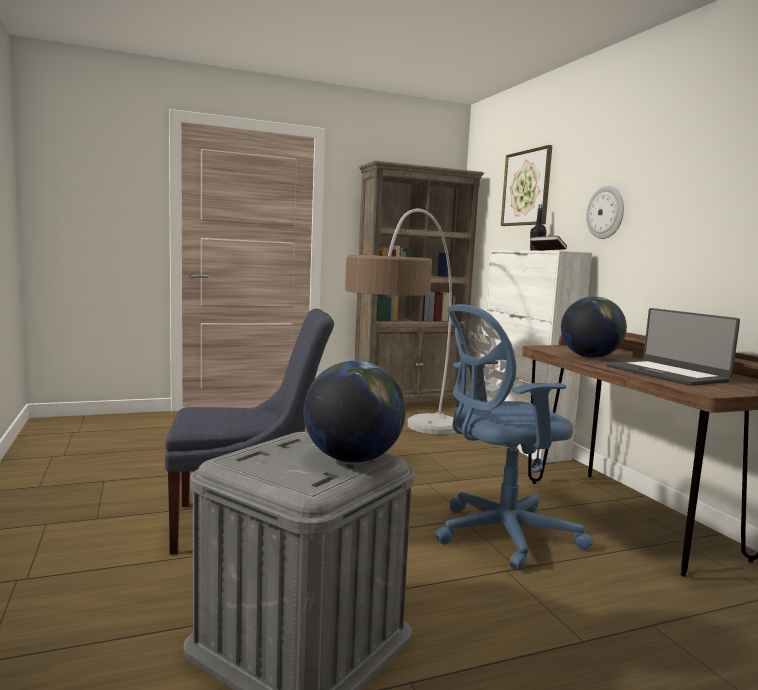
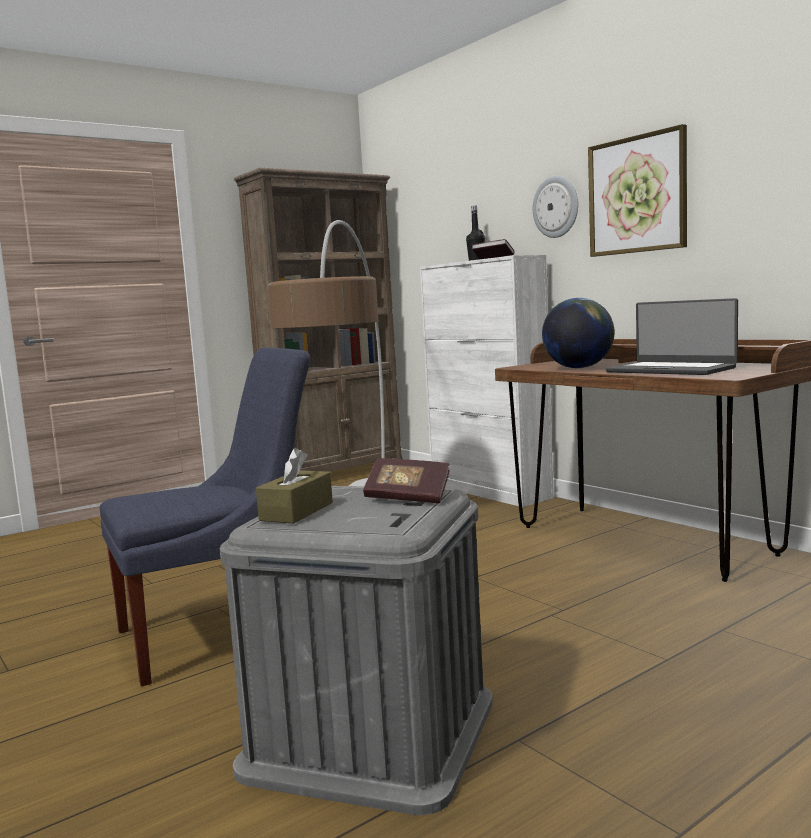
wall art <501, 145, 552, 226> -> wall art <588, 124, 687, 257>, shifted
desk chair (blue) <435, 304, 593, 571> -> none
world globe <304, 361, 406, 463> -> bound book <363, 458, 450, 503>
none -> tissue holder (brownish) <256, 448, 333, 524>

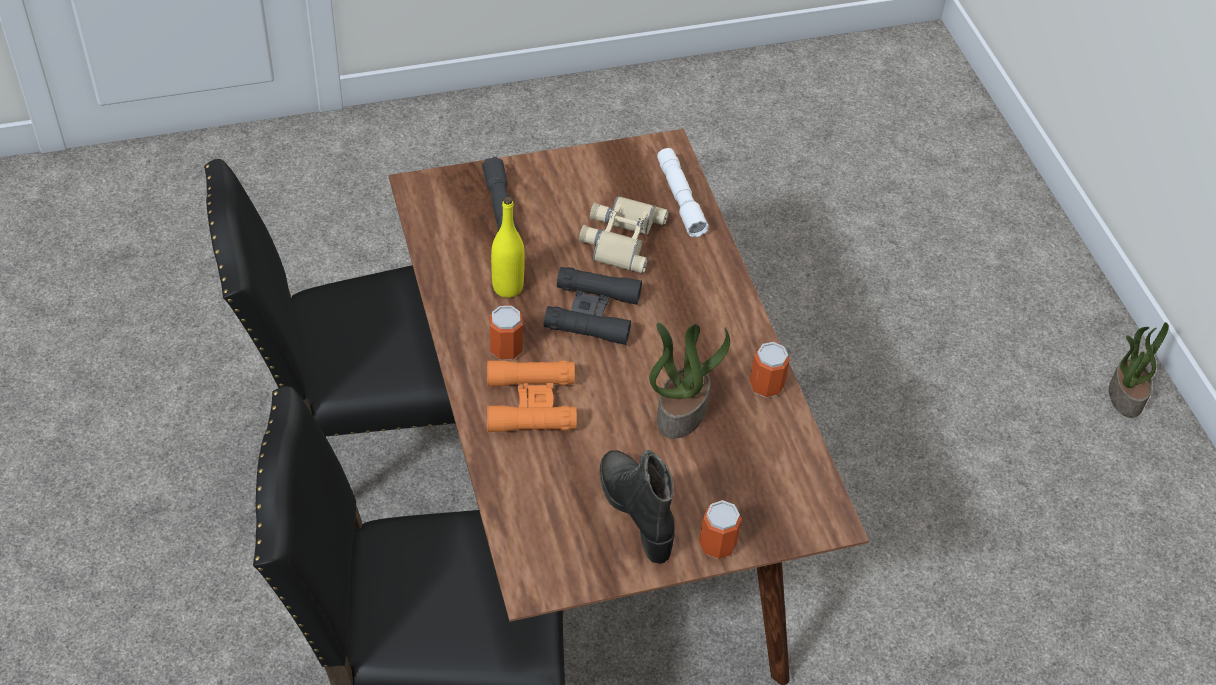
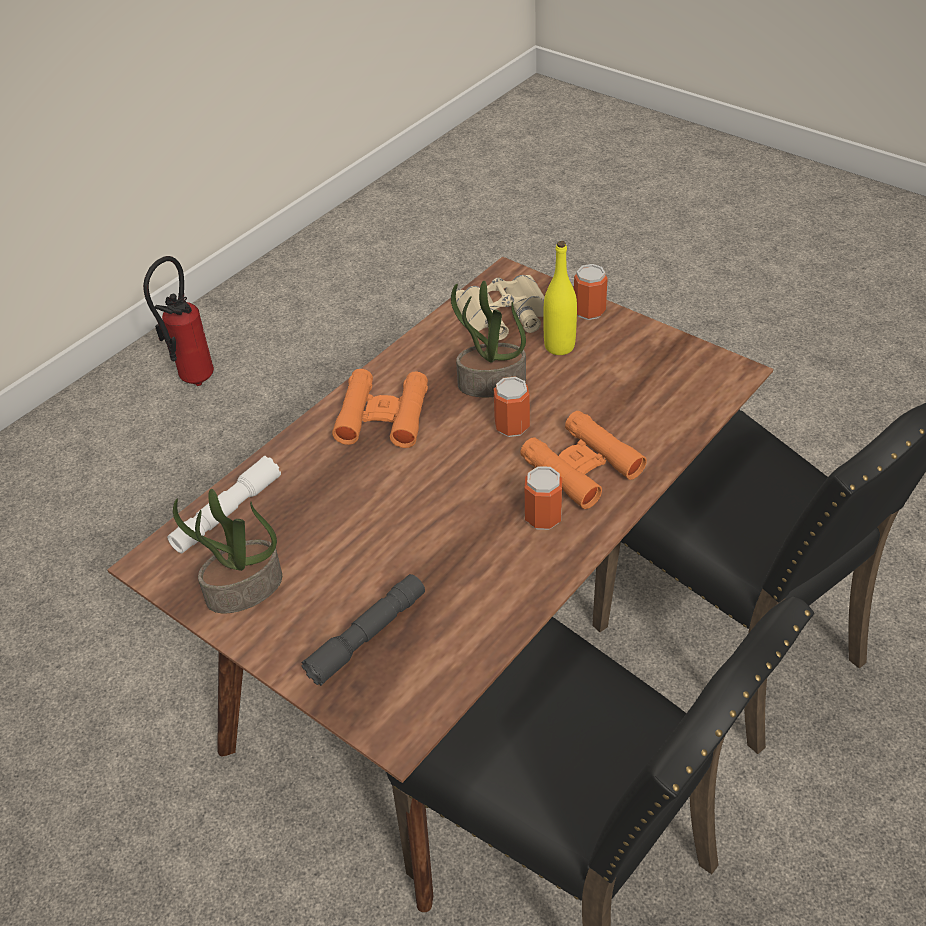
field glasses (sand-coloured) <579, 196, 668, 274> -> field glasses (sand-coloured) <456, 275, 545, 340>, shifted
beverage bottle (yellow-coloured) <491, 197, 525, 298> -> beverage bottle (yellow-coloured) <543, 241, 577, 355>, shifted
field glasses (black) <544, 267, 642, 345> -> none
houseplant <1109, 322, 1169, 418> -> houseplant <173, 489, 282, 613>, shifted
can <750, 342, 790, 398> -> can <494, 377, 530, 437>, shifted
boot (black) <600, 450, 675, 564> -> none
none -> fire-fighting cylinder <143, 256, 214, 386>
none -> field glasses (orange) <332, 369, 428, 448>

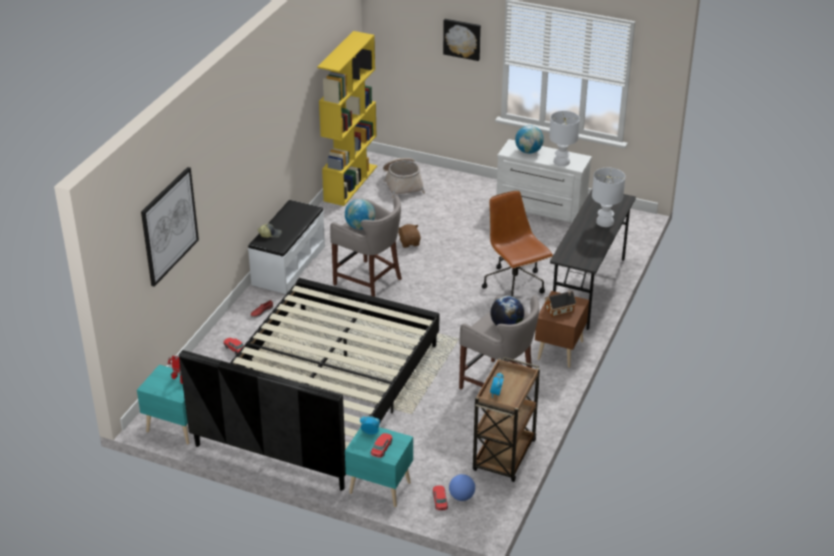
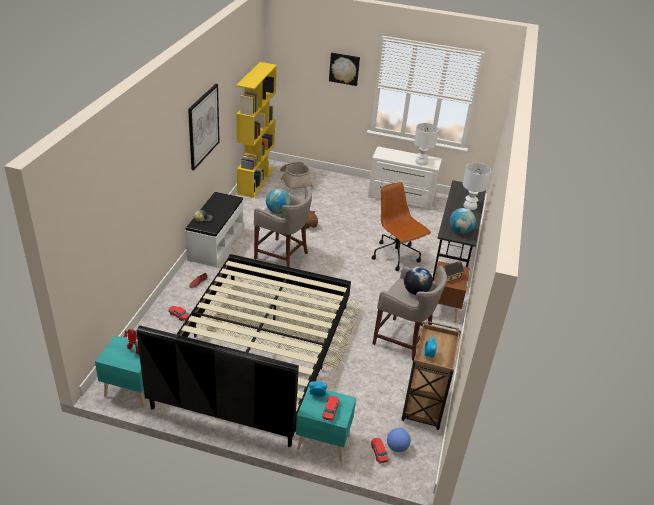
world globe <515, 125, 544, 154> -> world globe <450, 208, 476, 234>, shifted
wall art <141, 167, 199, 287> -> wall art <188, 84, 220, 170>, shifted

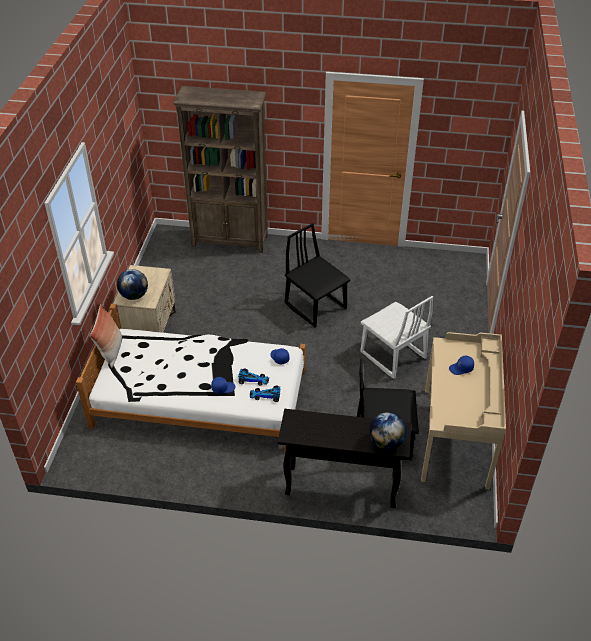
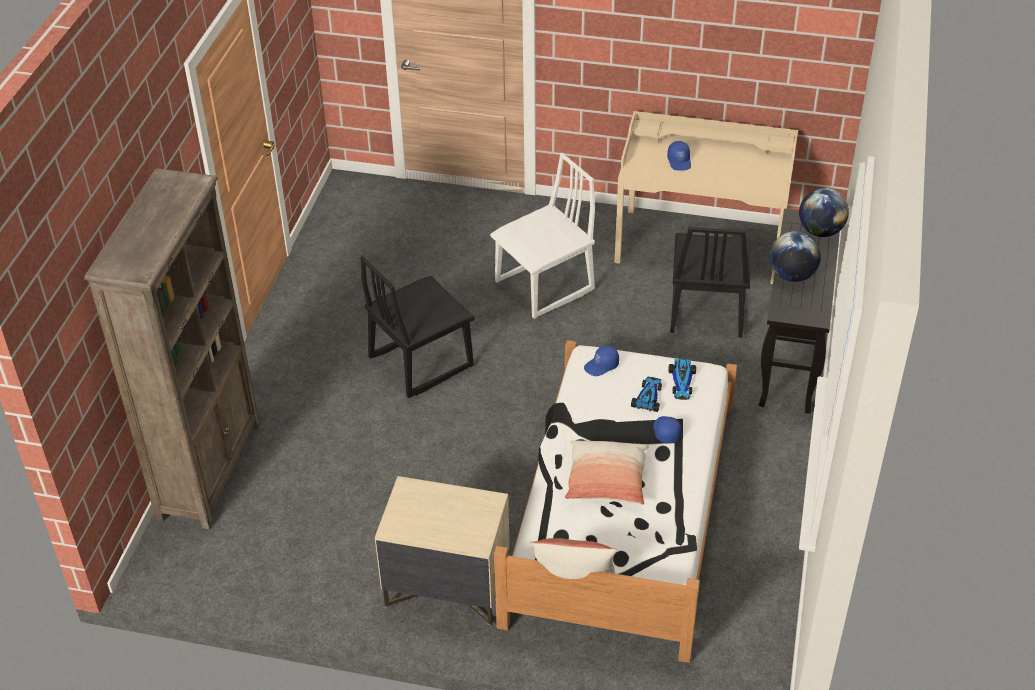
world globe <117, 269, 148, 300> -> world globe <770, 231, 821, 282>, shifted
none -> cushion <565, 440, 649, 505>

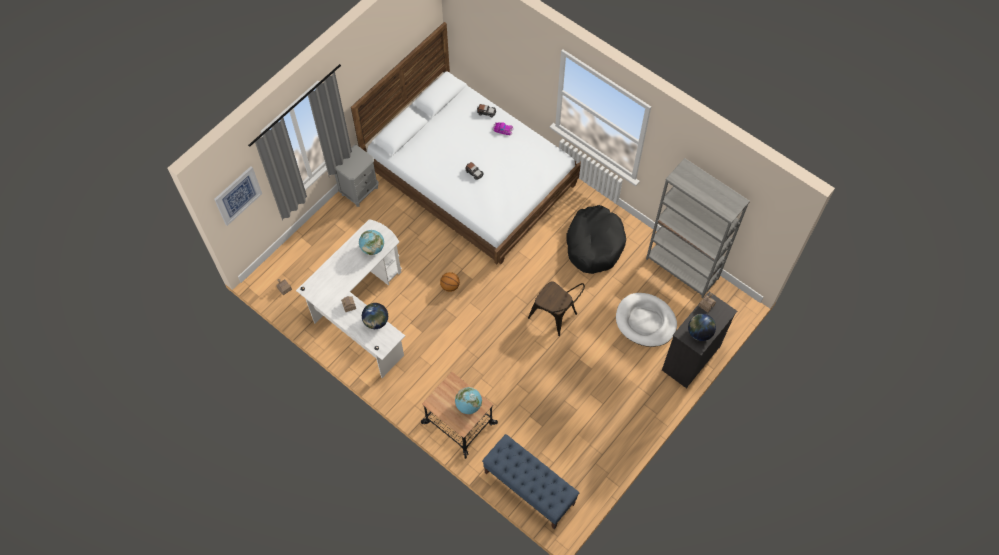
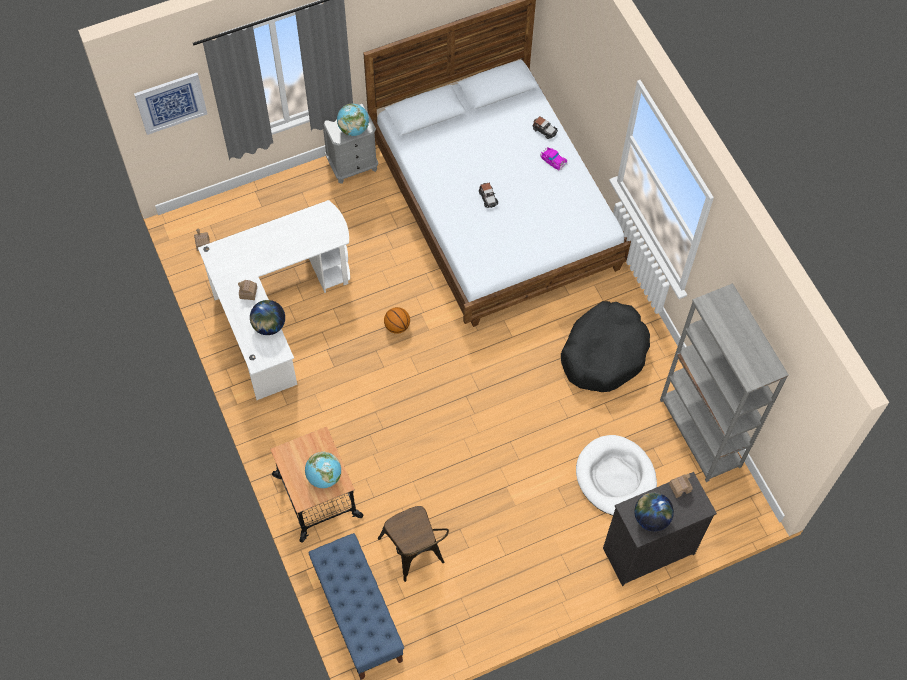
world globe <359, 230, 384, 255> -> world globe <337, 104, 369, 136>, shifted
upright chair (brownish) <528, 281, 585, 336> -> upright chair (brownish) <378, 506, 449, 582>, shifted

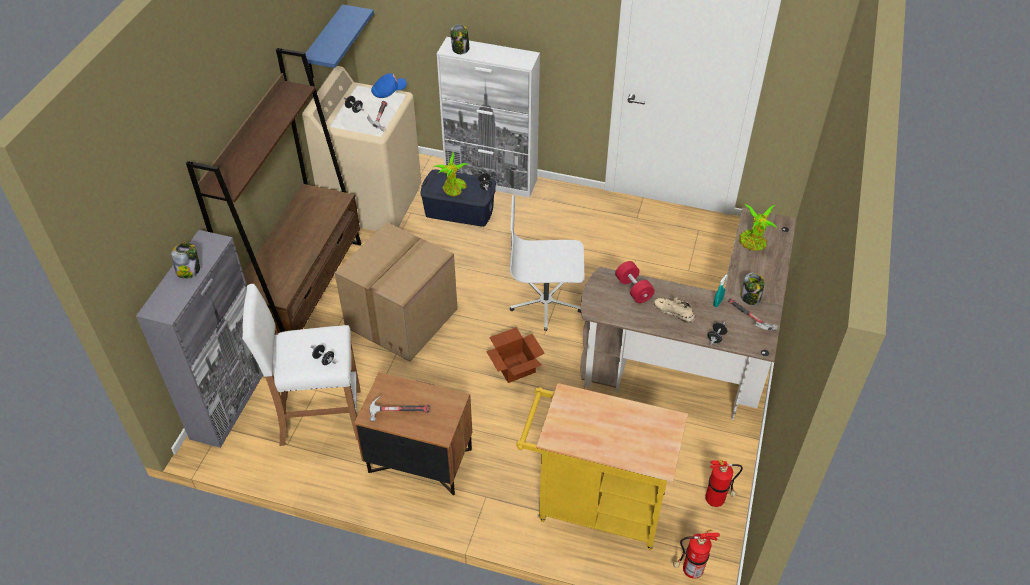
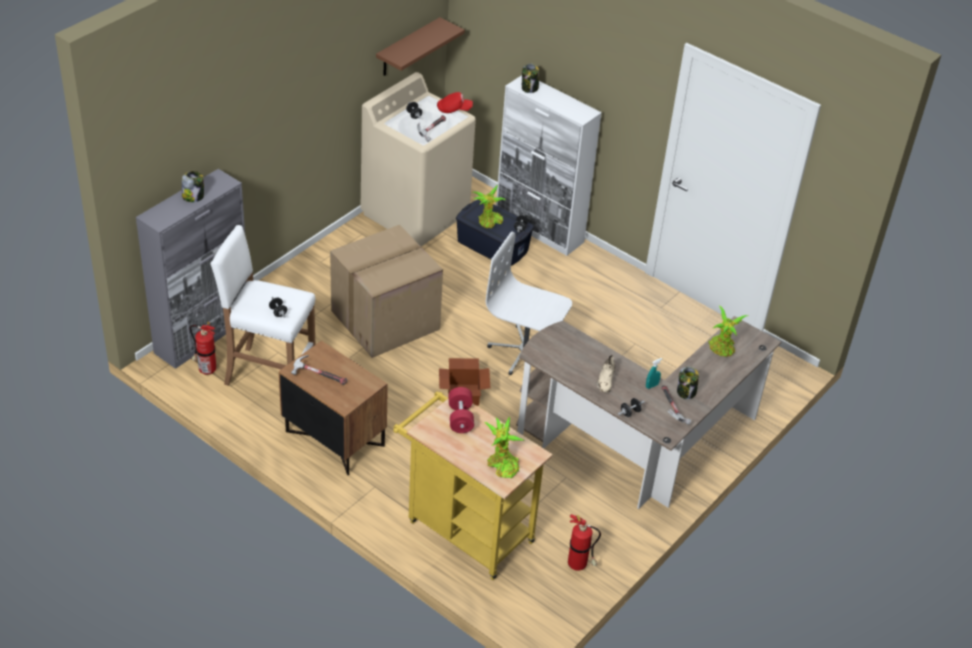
wall shelf (blue) <302, 4, 374, 78> -> wall shelf (brownish) <376, 17, 465, 76>
bookcase (brownish) <186, 48, 361, 333> -> none
cap (blue) <371, 73, 407, 98> -> cap (reddish) <437, 92, 473, 113>
dumbbell (reddish) <615, 261, 655, 303> -> dumbbell (reddish) <448, 387, 474, 433>, shifted
shoe (sand-coloured) <654, 297, 695, 323> -> shoe (sand-coloured) <597, 355, 615, 393>, 135 degrees counterclockwise
fire-fighting cylinder <673, 530, 720, 579> -> fire-fighting cylinder <190, 322, 216, 375>, shifted
none -> houseplant <484, 416, 524, 478>

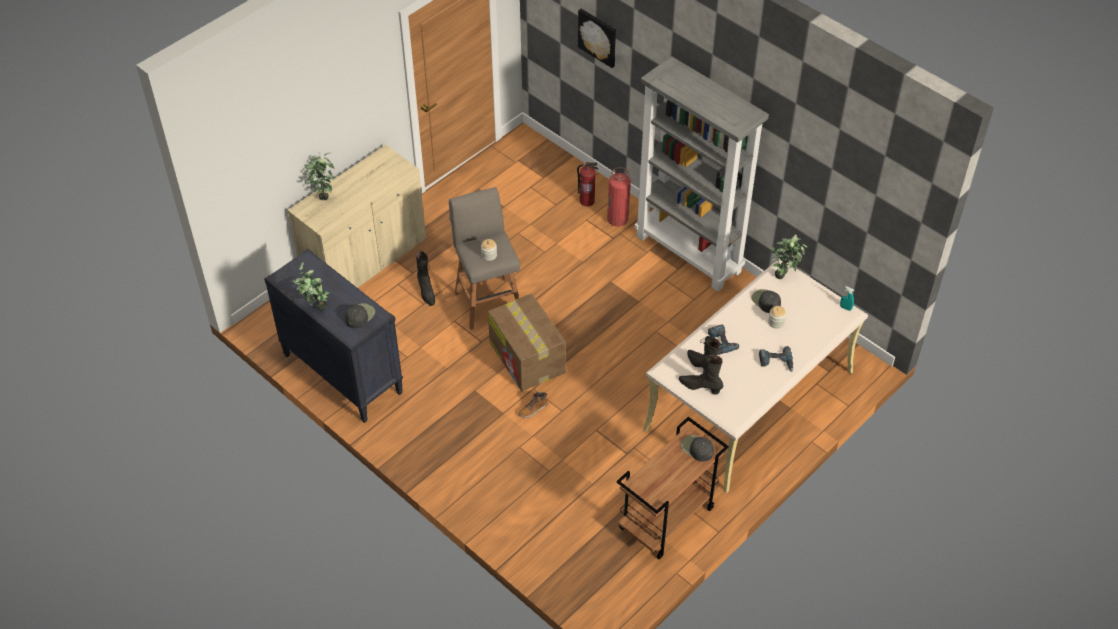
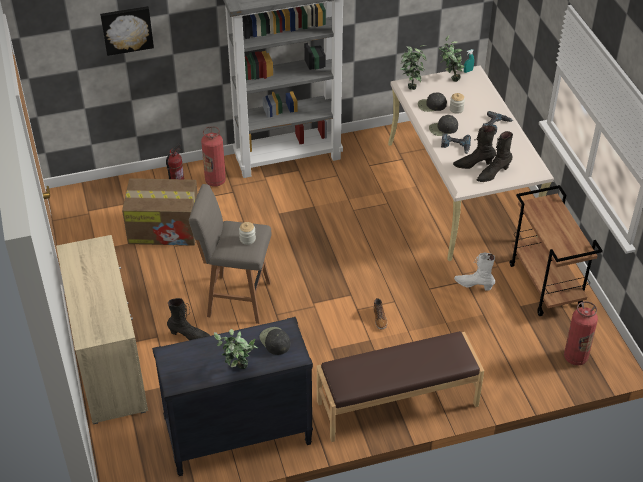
houseplant <306, 153, 334, 200> -> houseplant <439, 35, 465, 82>, shifted
packing box <488, 293, 566, 391> -> packing box <122, 178, 198, 246>, shifted
cap (black) <681, 435, 714, 462> -> cap (black) <429, 115, 458, 136>, shifted
none -> boot (white-coloured) <454, 253, 495, 291>
none -> fire-fighting cylinder <564, 301, 598, 366>
none -> long seat (brownish) <317, 331, 484, 442>

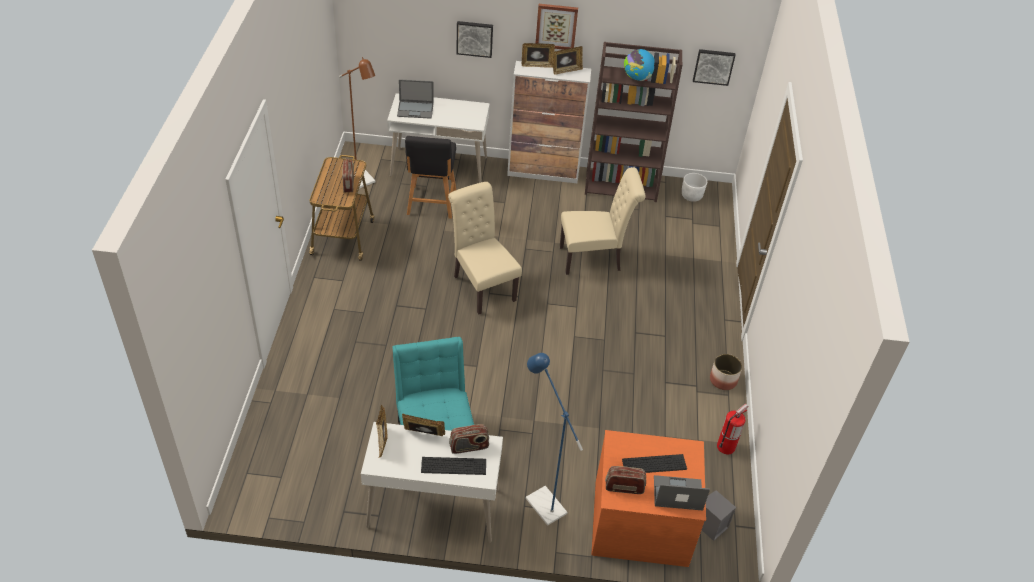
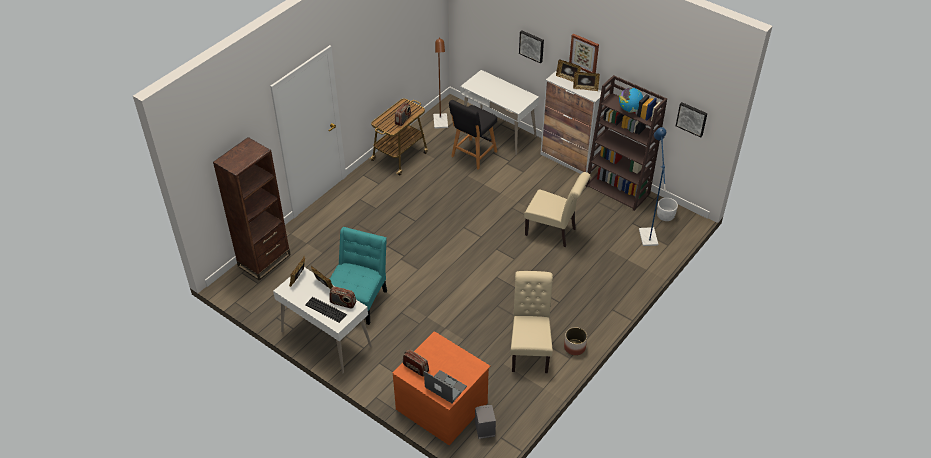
notebook computer <397, 79, 434, 119> -> none
upright chair (sand-coloured) <448, 182, 522, 315> -> upright chair (sand-coloured) <510, 271, 553, 373>, shifted
standing lamp (blue) <526, 353, 583, 526> -> standing lamp (blue) <639, 127, 666, 246>, shifted
fire-fighting cylinder <717, 403, 748, 454> -> none
PC keyboard <622, 454, 687, 473> -> none
none -> bookcase (brownish) <213, 137, 290, 281>

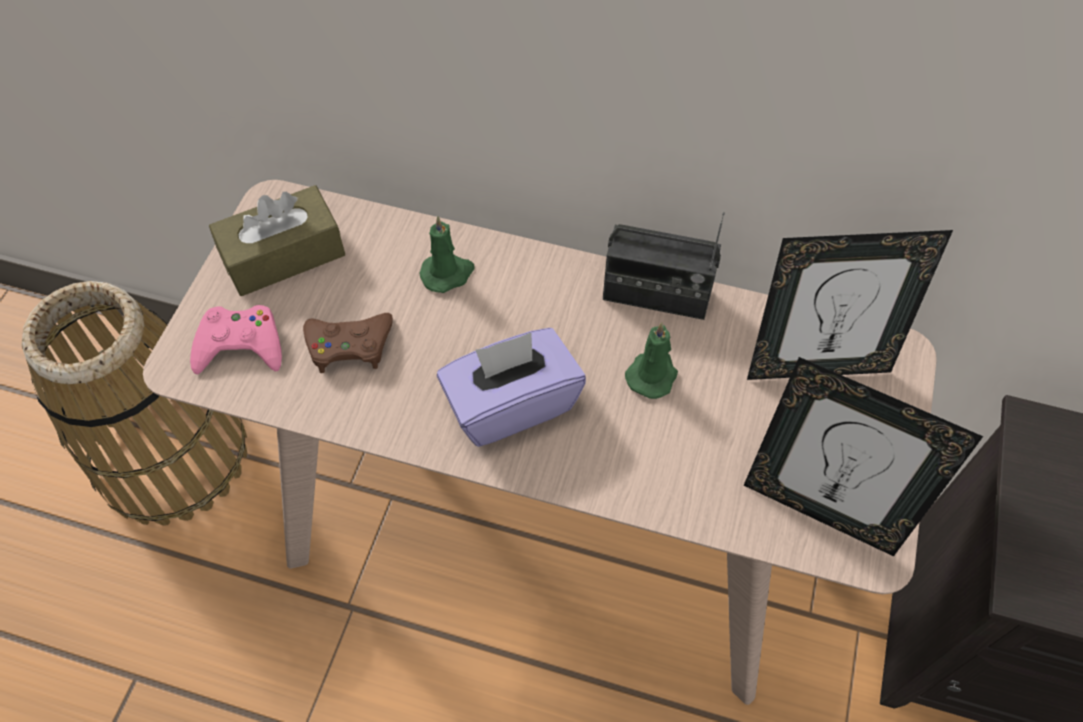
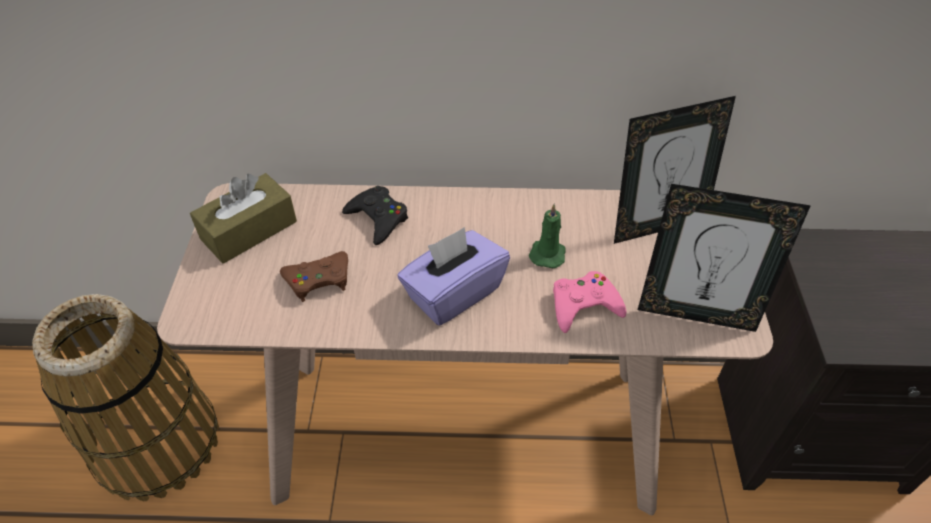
radio receiver <603, 212, 725, 320> -> none
candle (green-coloured) <420, 216, 475, 293> -> joypad (black) <342, 186, 408, 245>
joypad (pinkish) <190, 305, 282, 374> -> joypad (pinkish) <553, 271, 627, 333>, shifted

